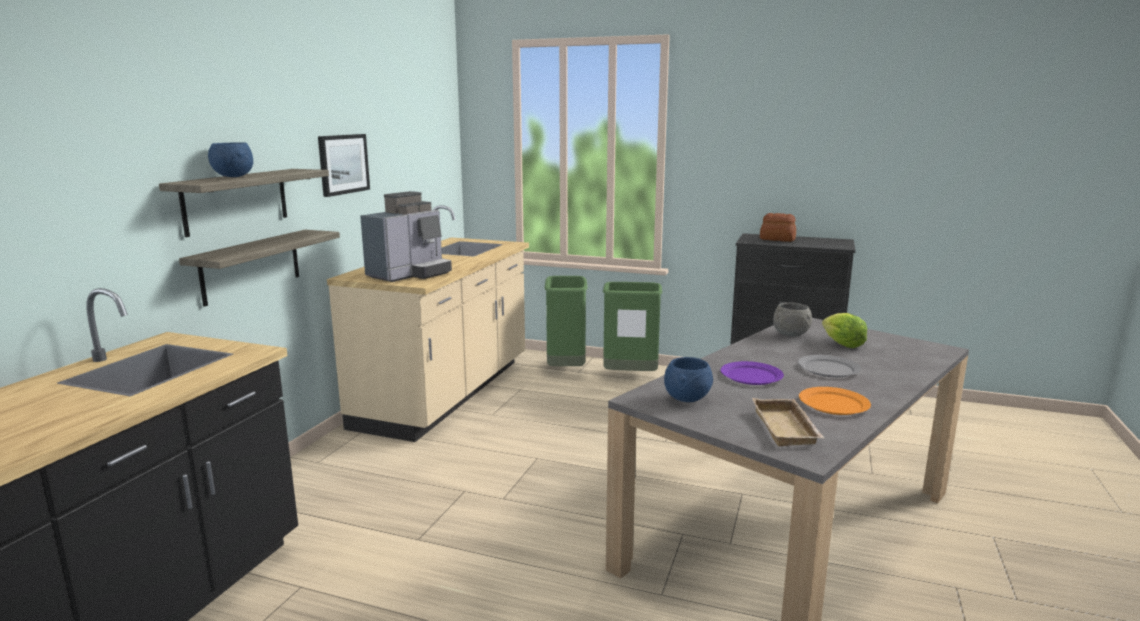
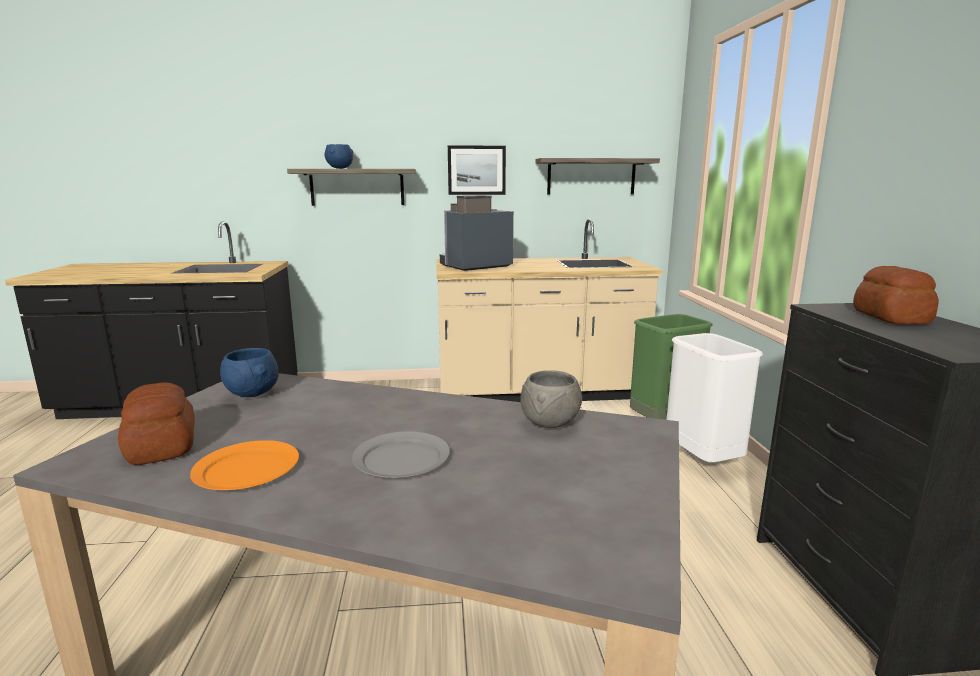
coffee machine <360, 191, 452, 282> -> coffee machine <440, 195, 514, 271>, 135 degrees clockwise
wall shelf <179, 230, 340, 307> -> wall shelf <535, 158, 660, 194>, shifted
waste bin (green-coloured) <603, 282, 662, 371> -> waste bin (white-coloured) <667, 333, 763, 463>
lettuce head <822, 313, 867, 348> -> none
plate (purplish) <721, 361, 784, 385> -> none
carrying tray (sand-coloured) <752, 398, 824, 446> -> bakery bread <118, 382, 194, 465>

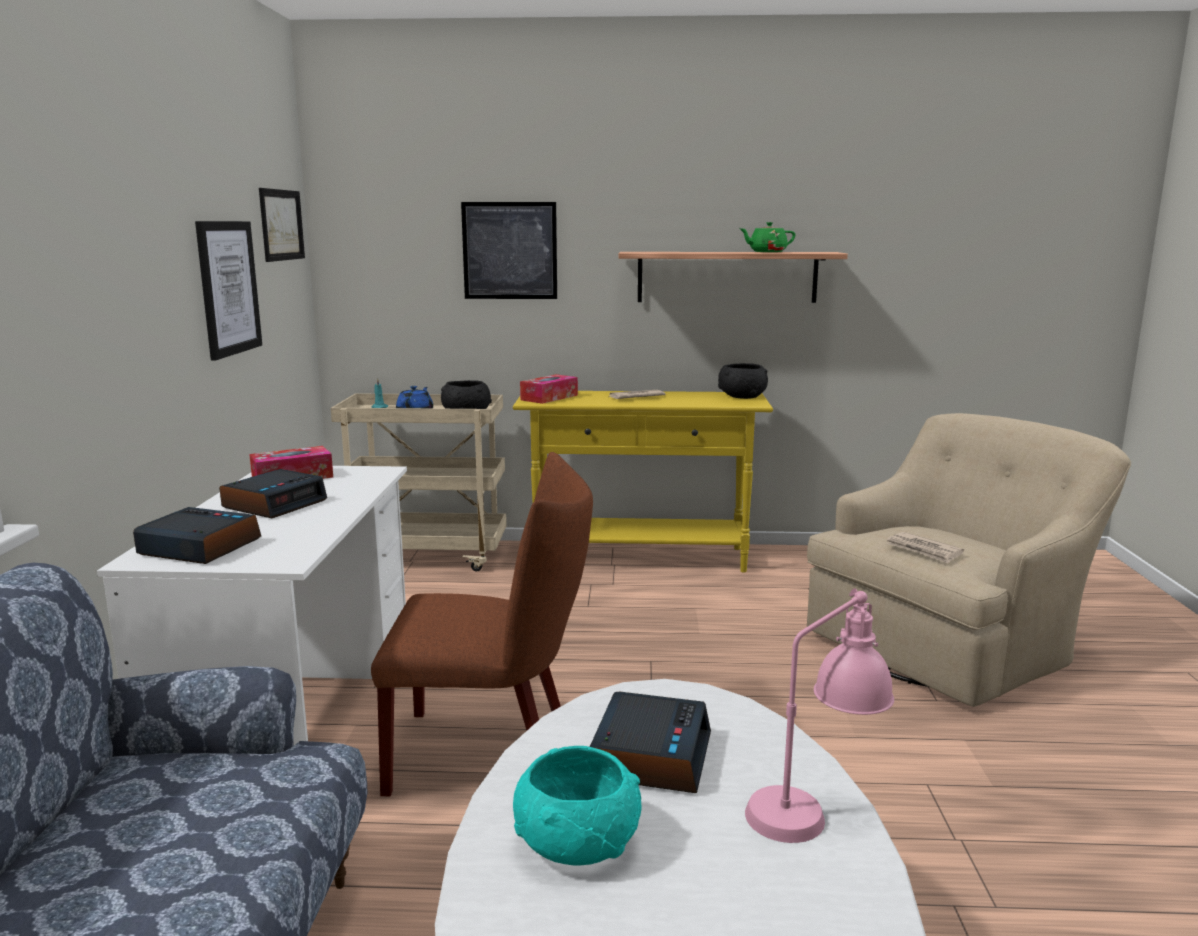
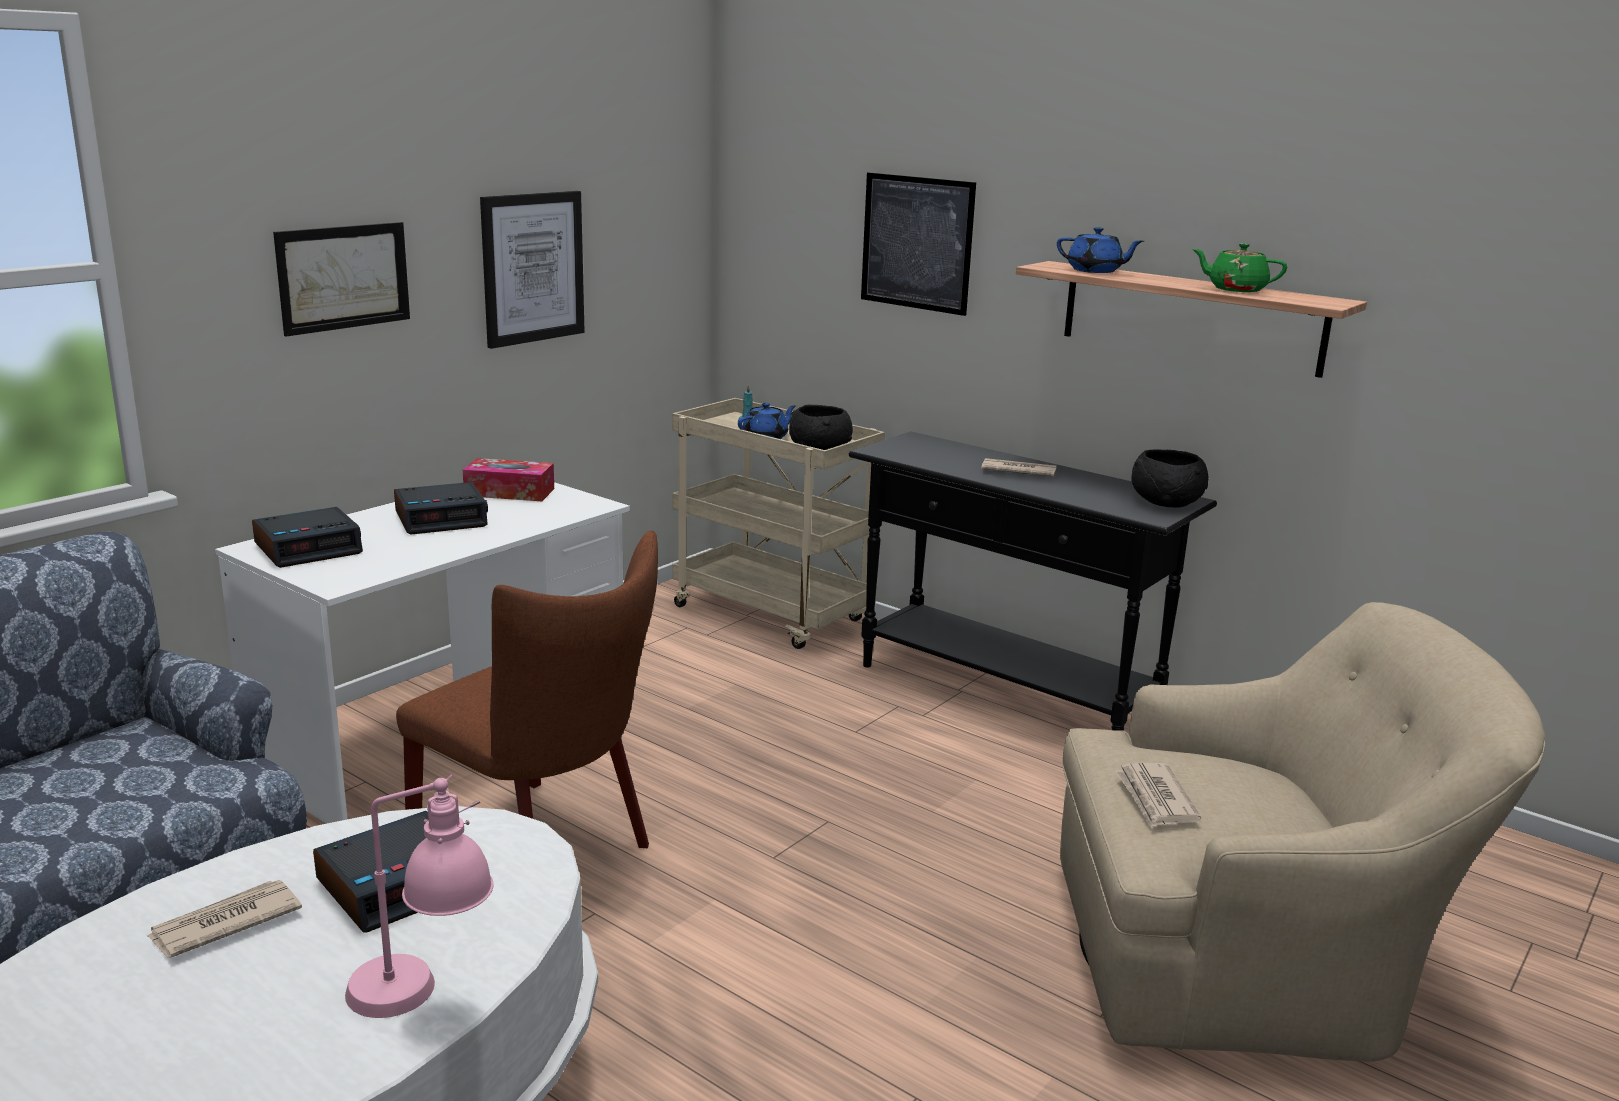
wall art <259, 188, 305, 262> -> wall art <273, 222, 410, 337>, shifted
tissue holder <520, 374, 578, 404> -> none
hall table (yellow-coloured) <513, 391, 773, 572> -> hall table (black) <849, 432, 1217, 731>
table clock <133, 507, 261, 564> -> table clock <252, 507, 363, 568>, 90 degrees clockwise
serving bowl (blue-green) <513, 746, 641, 866> -> newspaper <147, 880, 302, 958>
none -> pot for tea (blue) <1057, 227, 1144, 273>

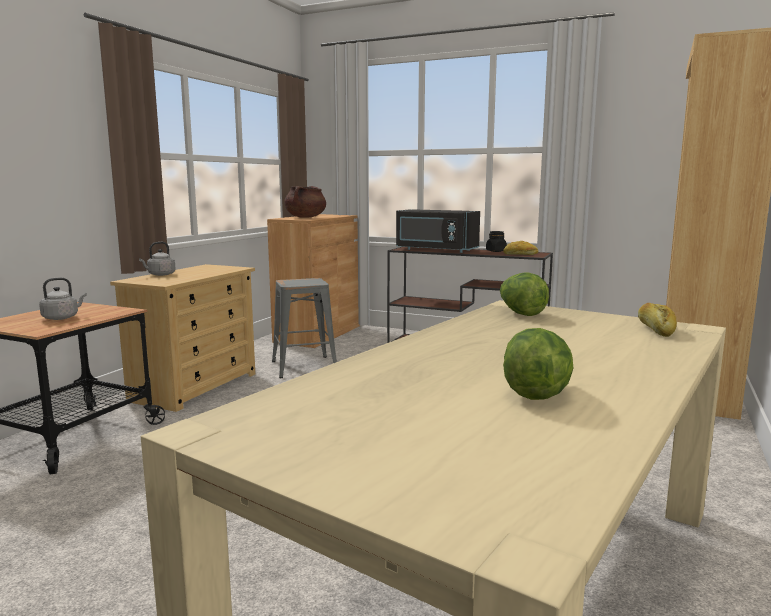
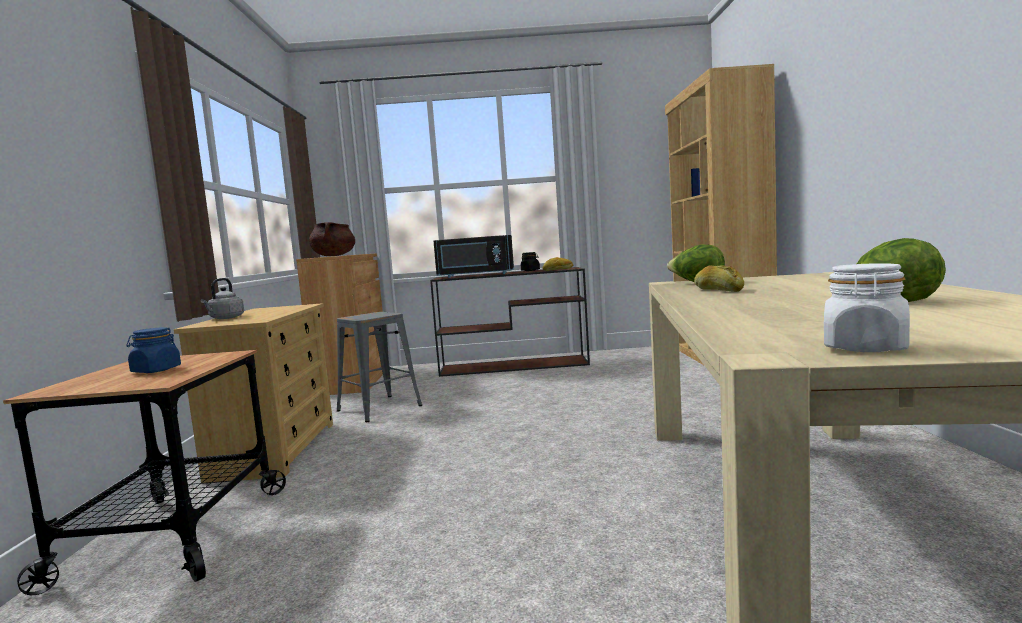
water kettle (greyish) <39, 278, 87, 320> -> jar (blue) <126, 327, 181, 373>
bakery bread <638, 303, 677, 337> -> bakery bread <694, 265, 744, 292>, shifted
none -> jar (white-coloured) <824, 263, 910, 352>

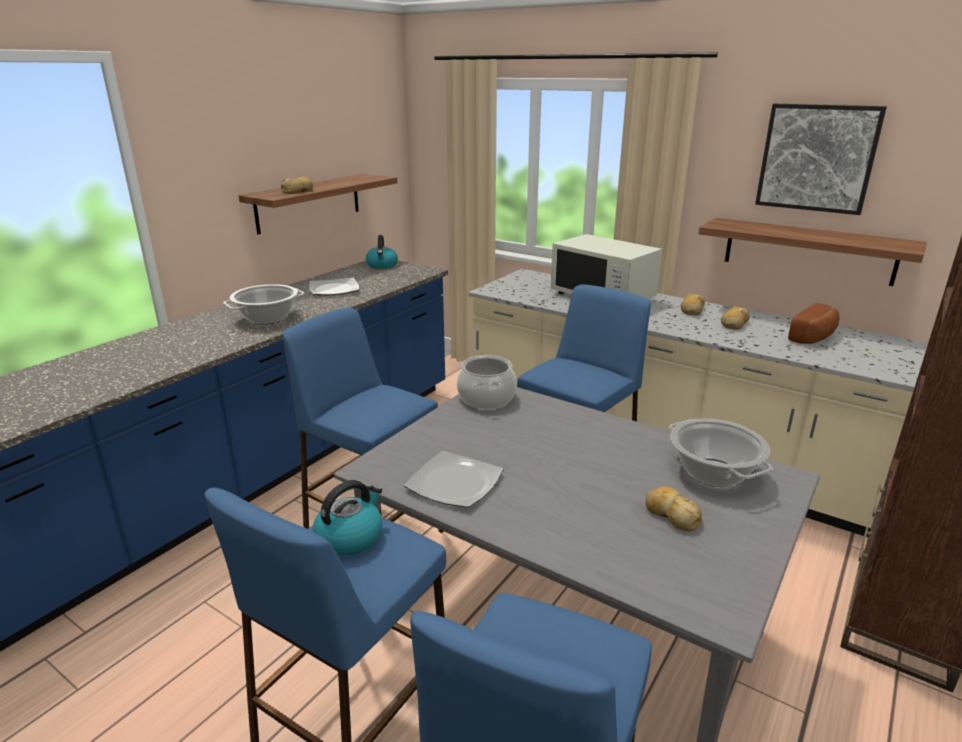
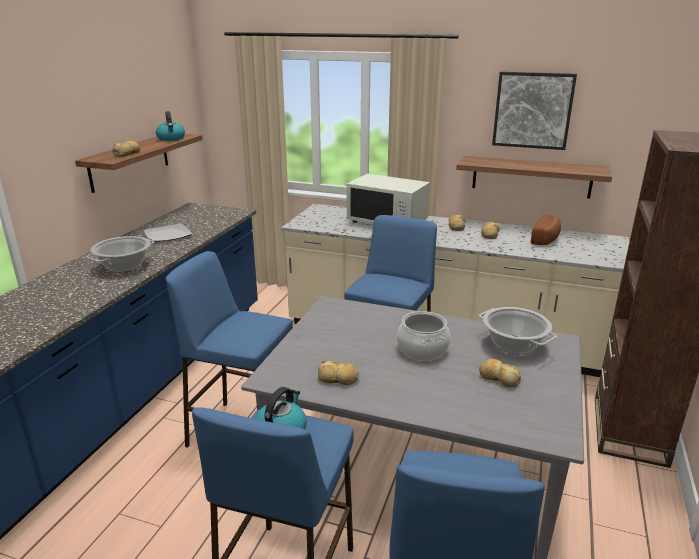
water kettle <366, 235, 398, 269> -> water kettle <156, 111, 185, 141>, shifted
cooking pot <457, 355, 517, 409> -> cooking pot <397, 311, 450, 361>, shifted
plate <404, 451, 503, 508> -> bakery bread <317, 361, 359, 385>

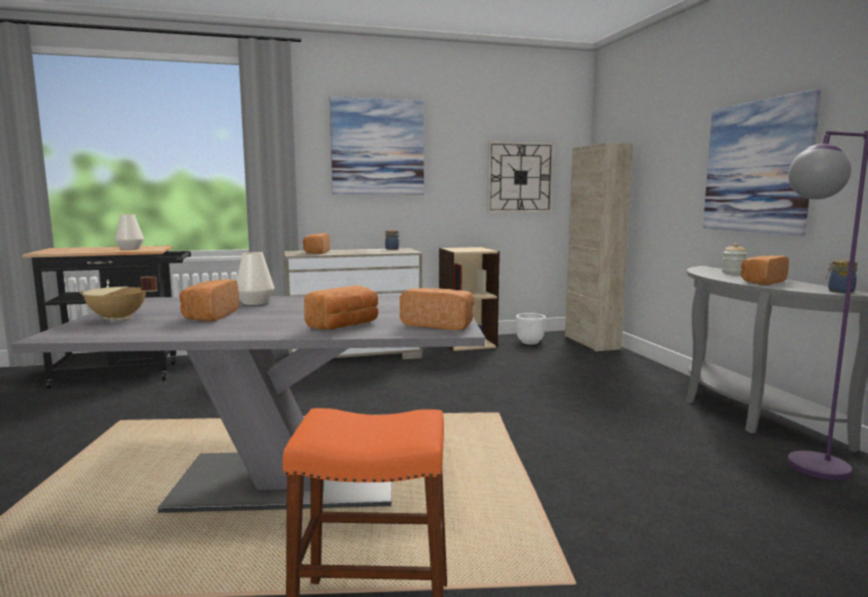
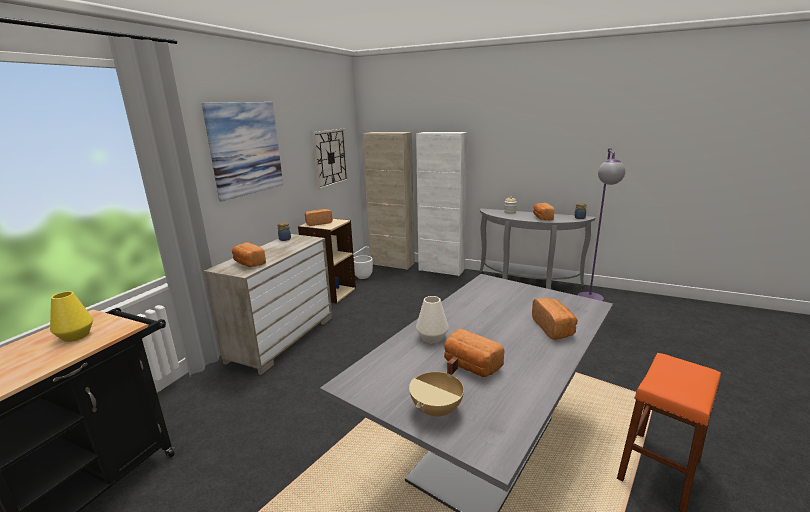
wall art <703, 89, 821, 236> -> none
decorative vase (white-coloured) <115, 214, 144, 250> -> decorative vase (yellow-coloured) <50, 291, 93, 342>
bakery bread <400, 288, 474, 330> -> bakery bread <305, 209, 333, 226>, shifted
none -> cabinet (white-coloured) <416, 132, 468, 276>

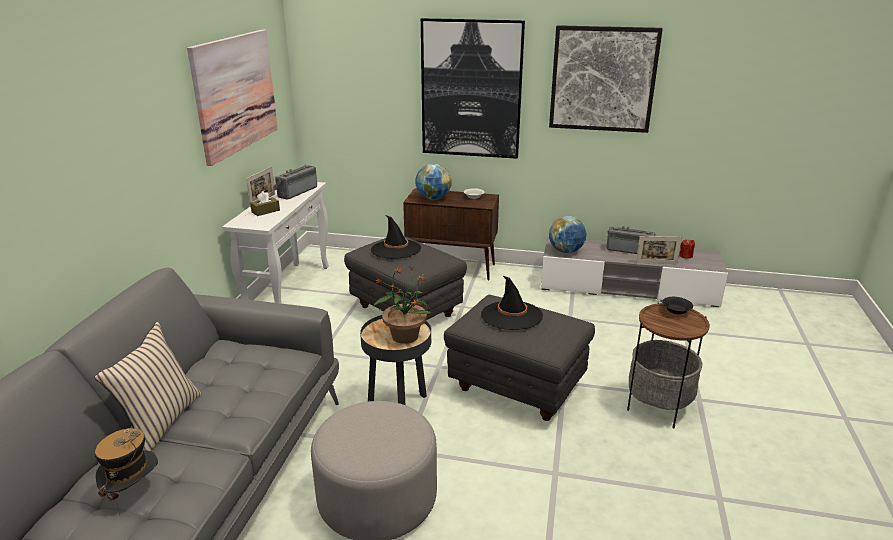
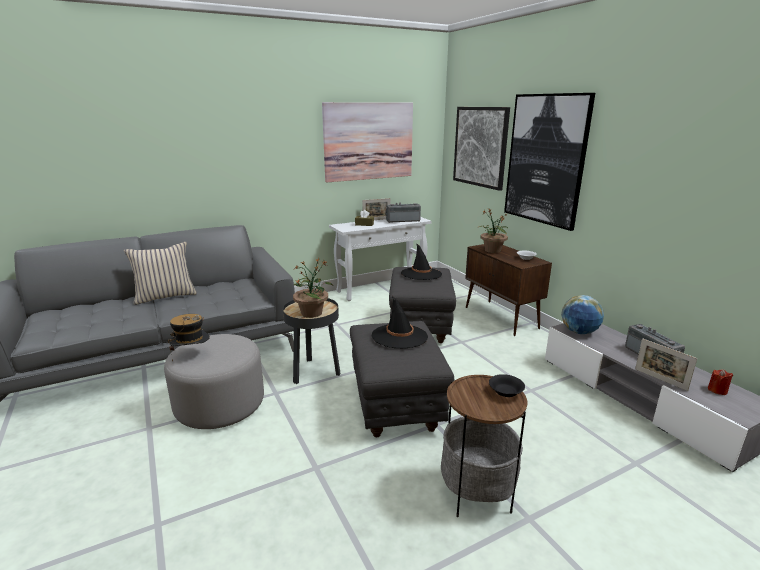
wall art <549, 25, 663, 133> -> wall art <453, 107, 510, 191>, shifted
world globe <415, 163, 451, 200> -> houseplant <477, 209, 508, 253>
clothing hat <95, 428, 158, 515> -> clothing hat <168, 314, 210, 361>, shifted

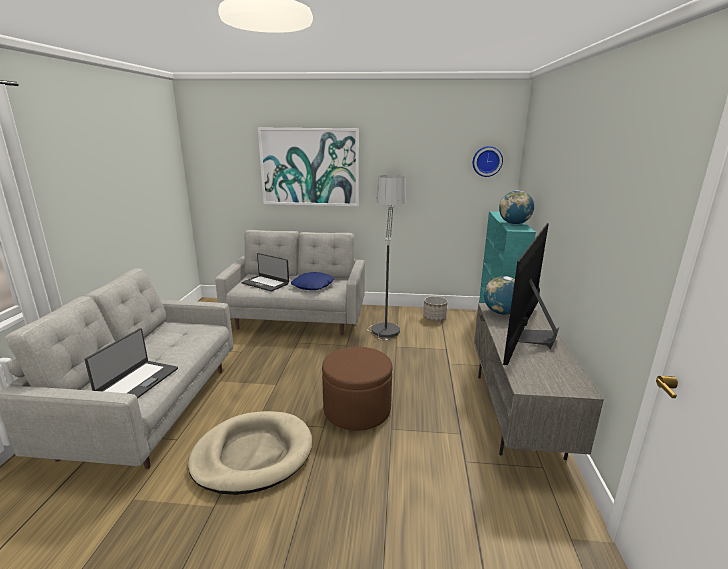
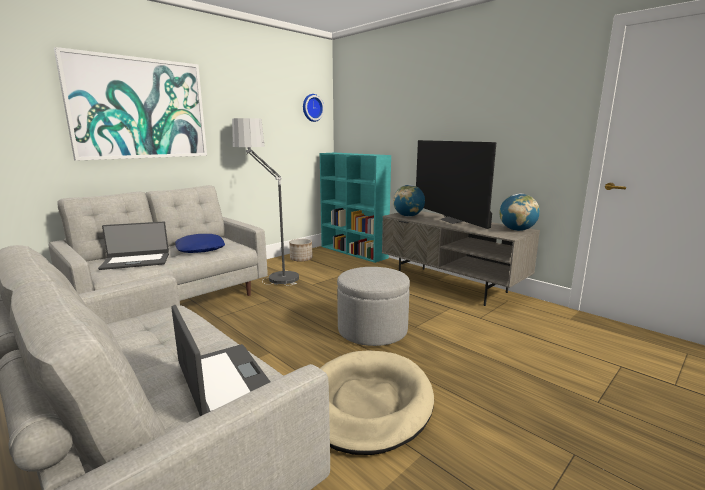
world globe <499, 191, 534, 224> -> world globe <499, 194, 540, 231>, shifted
ottoman (brownish) <322, 347, 393, 431> -> ottoman (greyish) <337, 267, 410, 346>

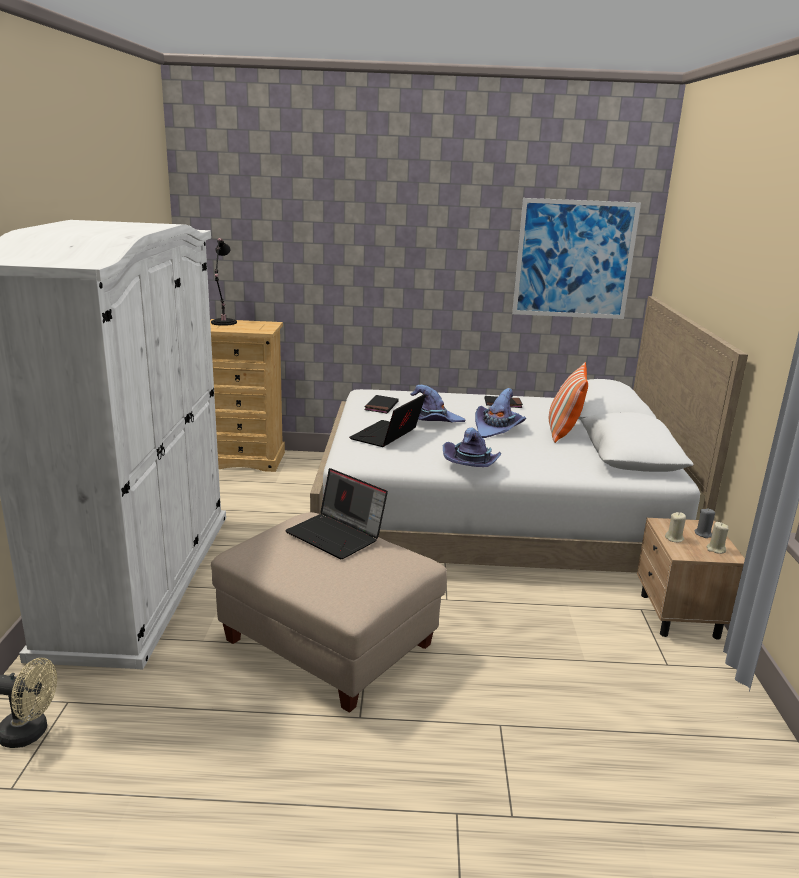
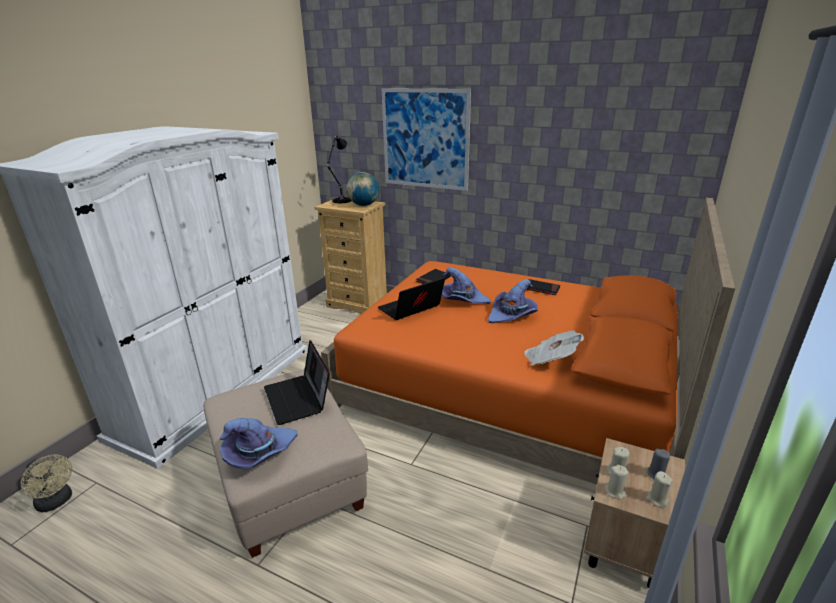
wall art <512, 198, 641, 319> -> wall art <381, 88, 471, 191>, shifted
sleeping bed (white-coloured) <310, 296, 748, 573> -> sleeping bed (orange) <321, 198, 735, 484>
cushion <549, 362, 588, 443> -> none
clothing hat (purplish) <443, 428, 501, 467> -> clothing hat (purplish) <220, 418, 297, 470>, shifted
none -> world globe <347, 172, 379, 206>
none -> newspaper <524, 330, 584, 366>
none -> candle (sand-coloured) <605, 465, 628, 500>

